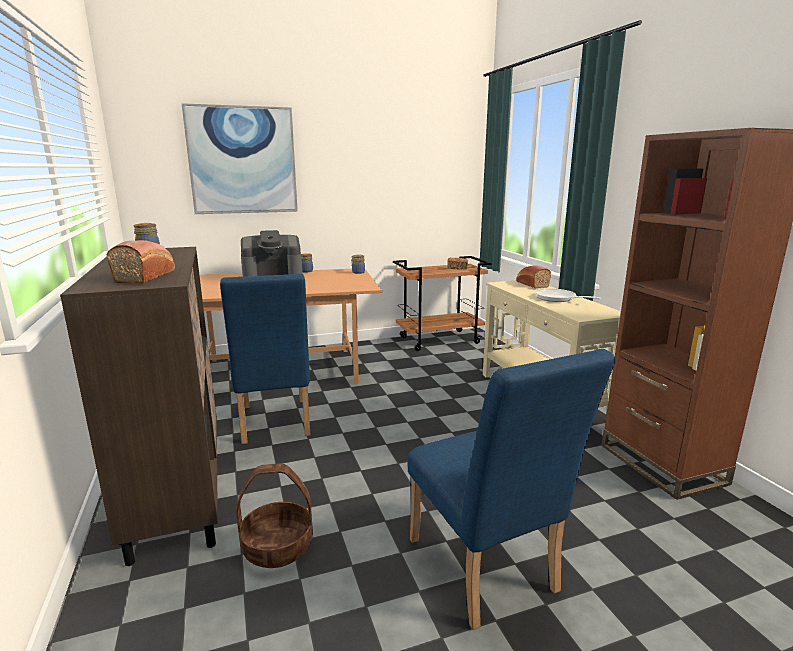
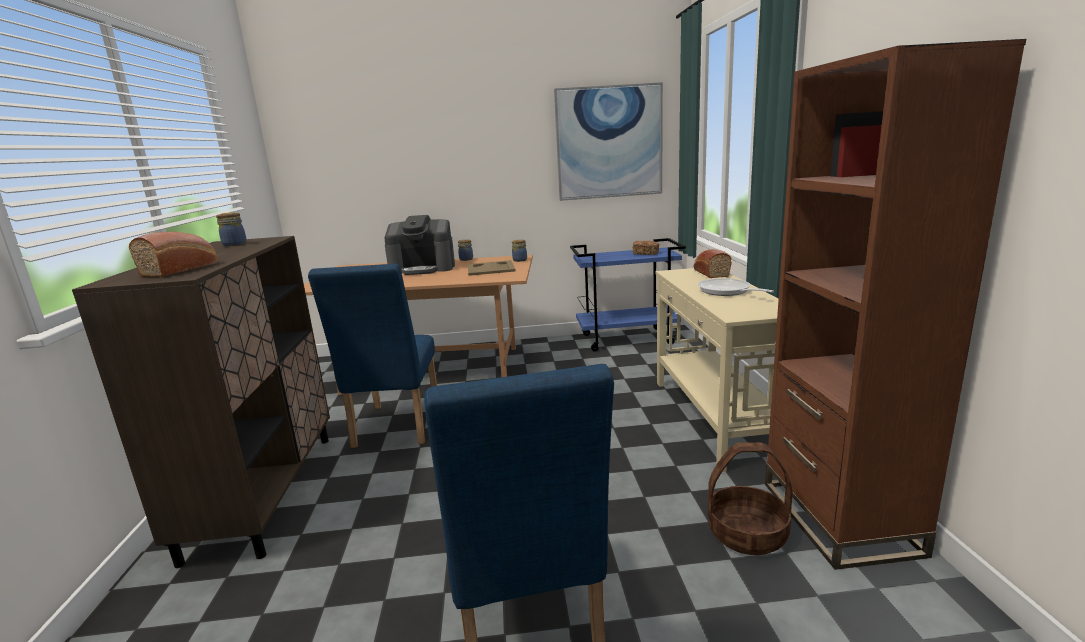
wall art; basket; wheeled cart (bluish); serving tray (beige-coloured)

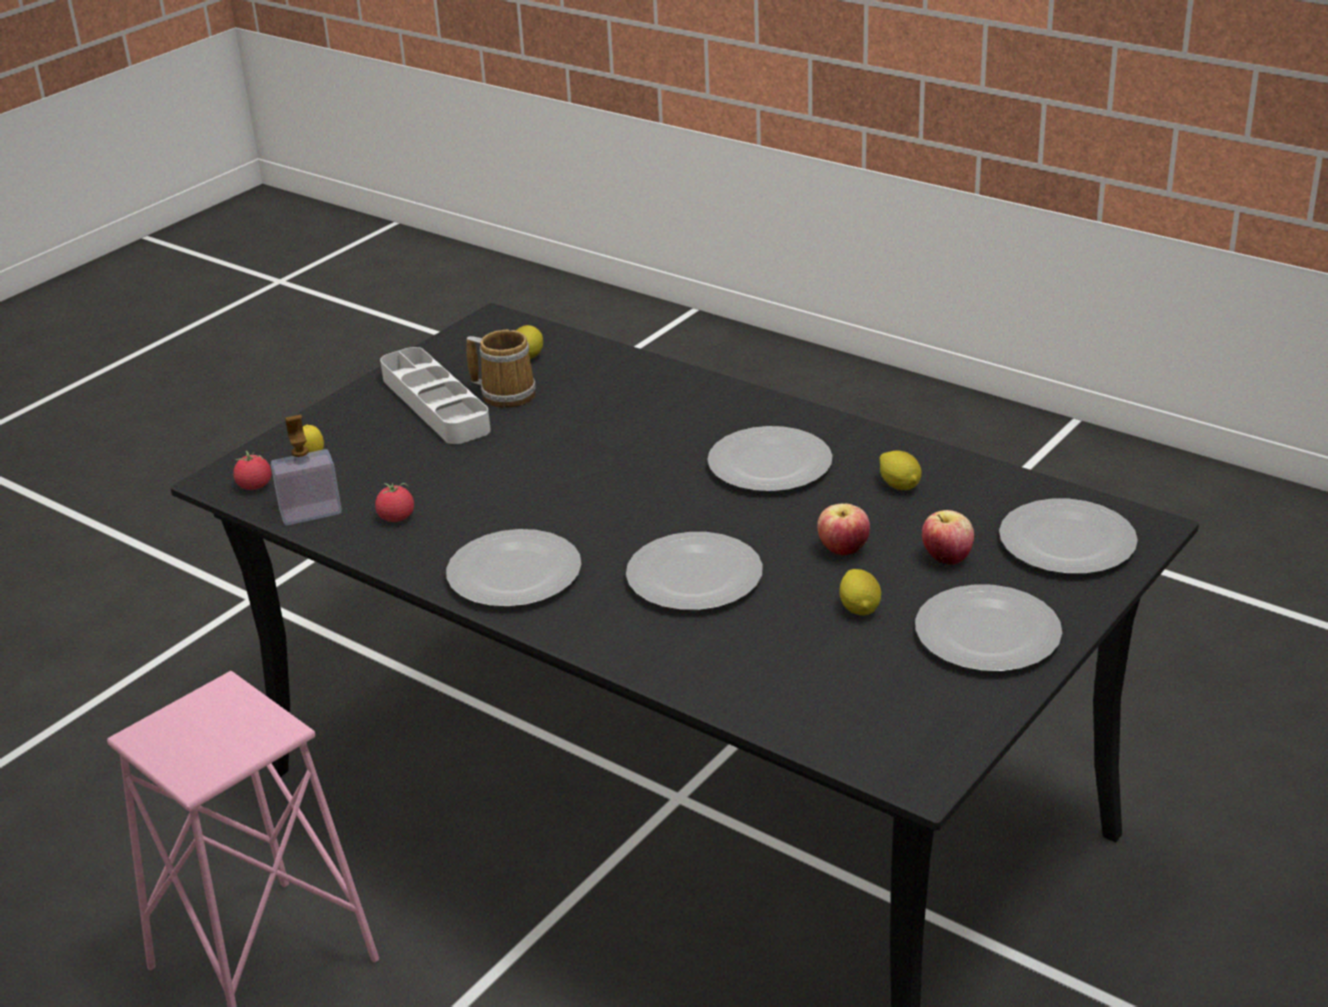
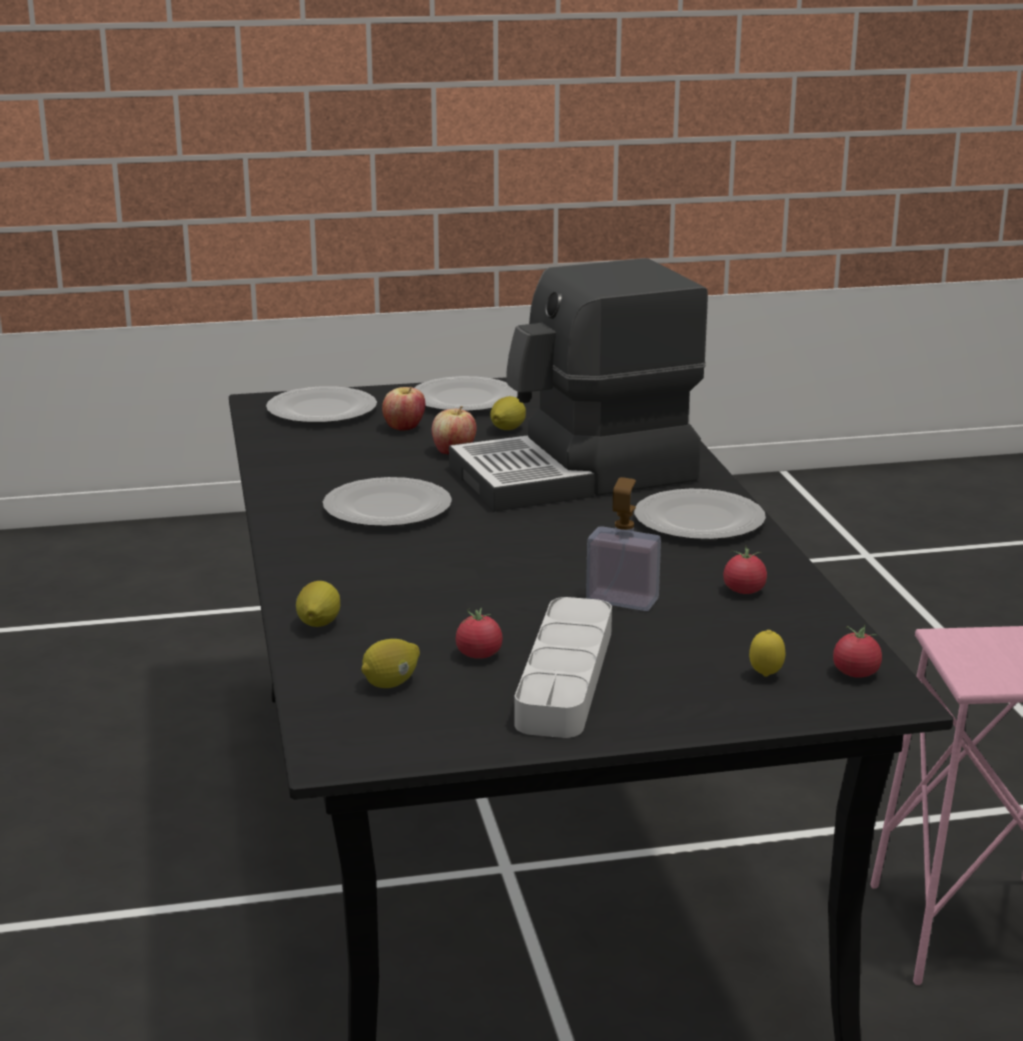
soap dispenser; tomato (1st from left); coffee maker; citrus fruit (1st from left)

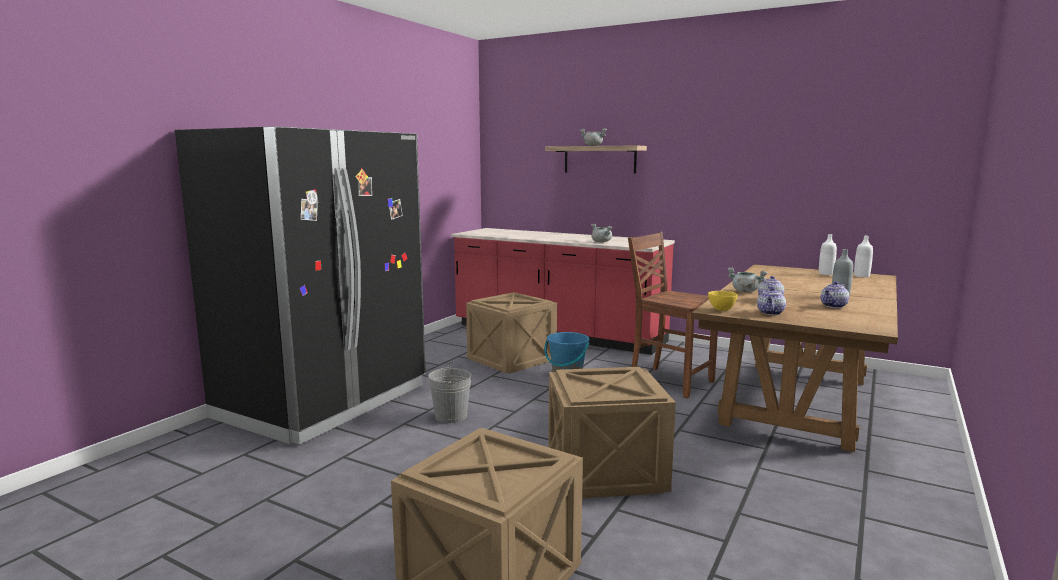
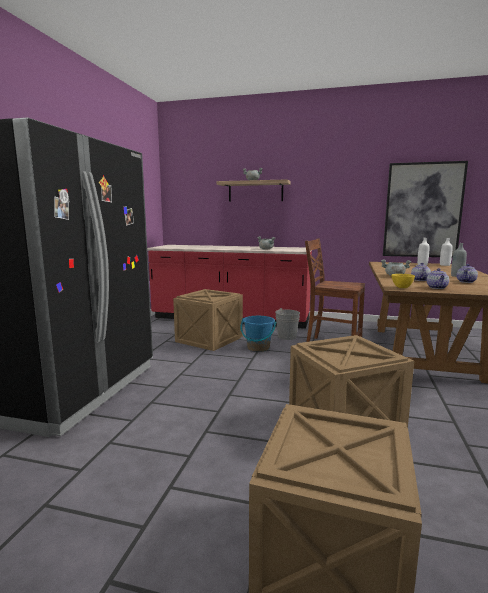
water bucket (grey); wall art

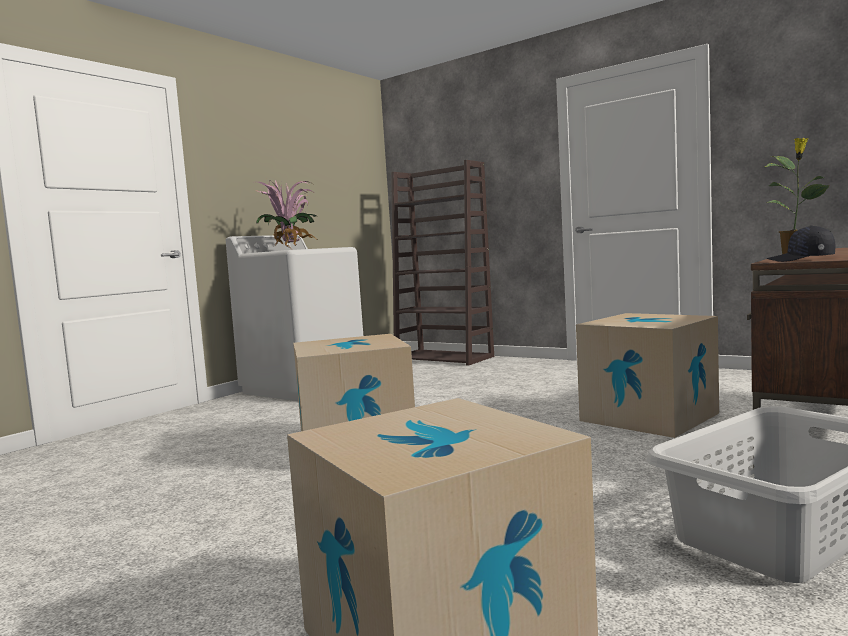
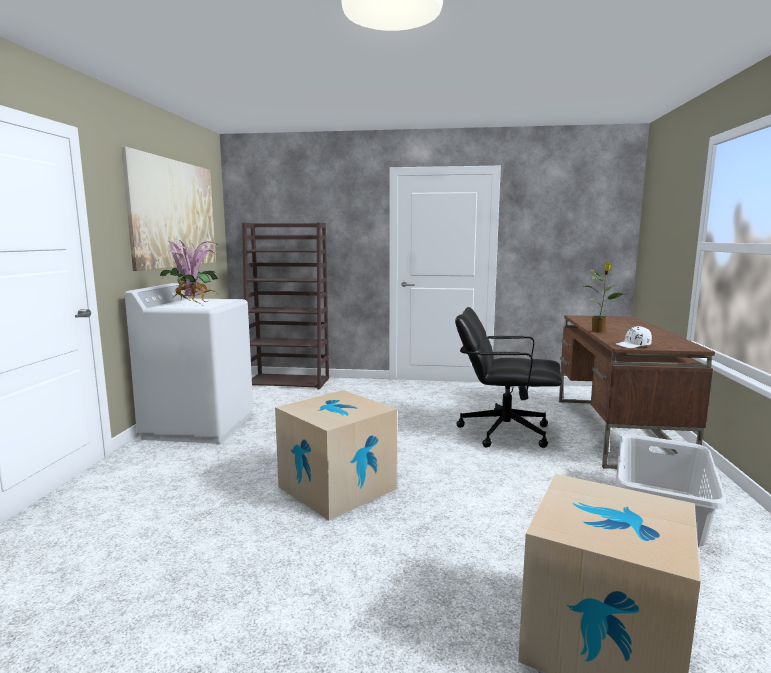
office chair (black); peaked cap (white-coloured); wall art

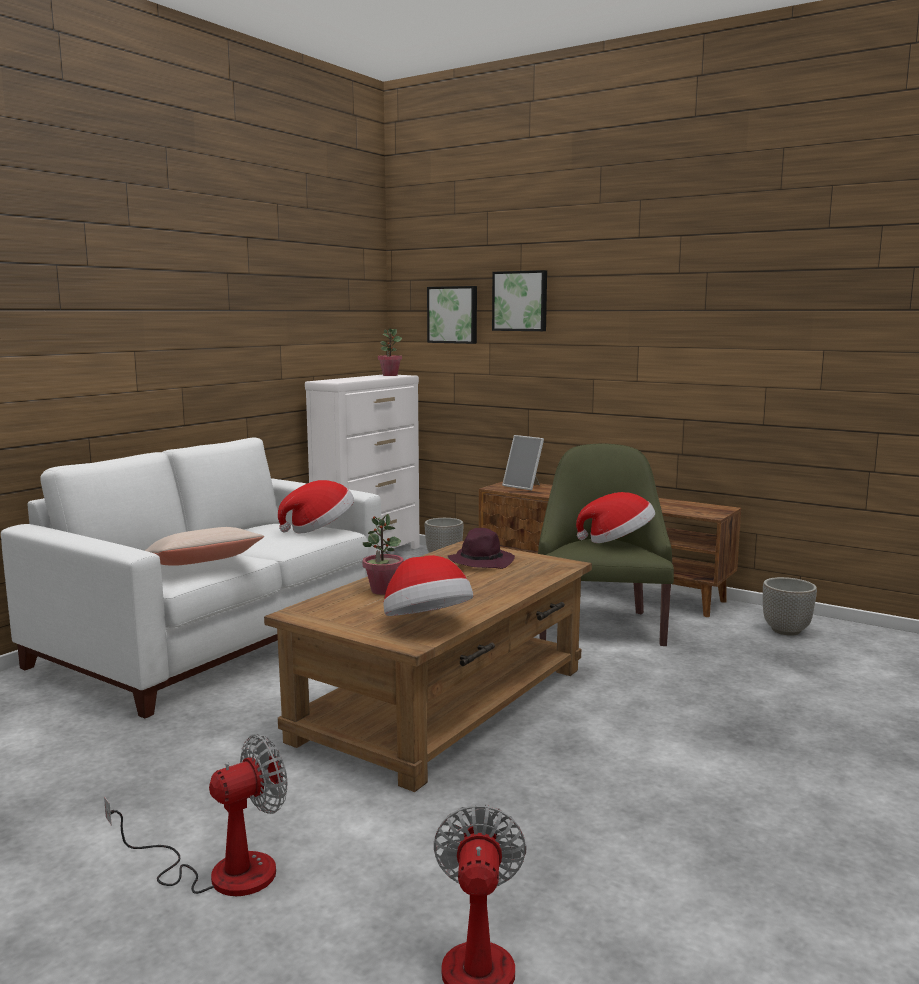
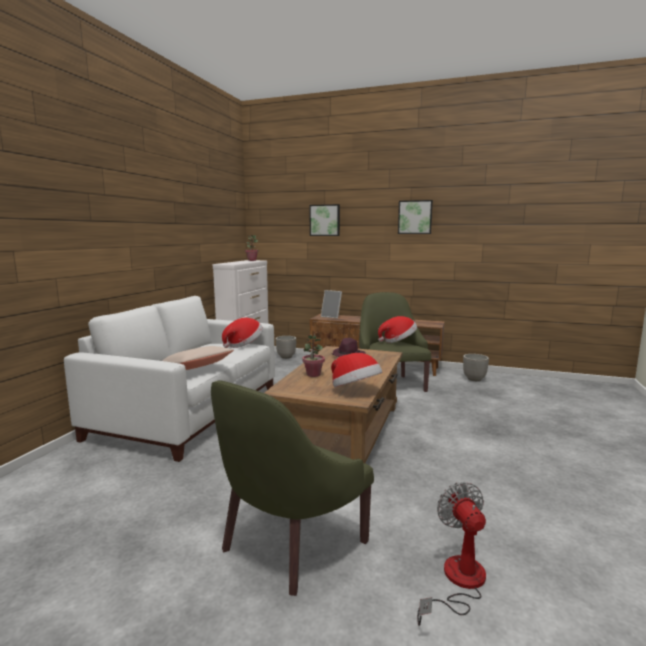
armchair (green) (1st from left); wall art (2nd from left)

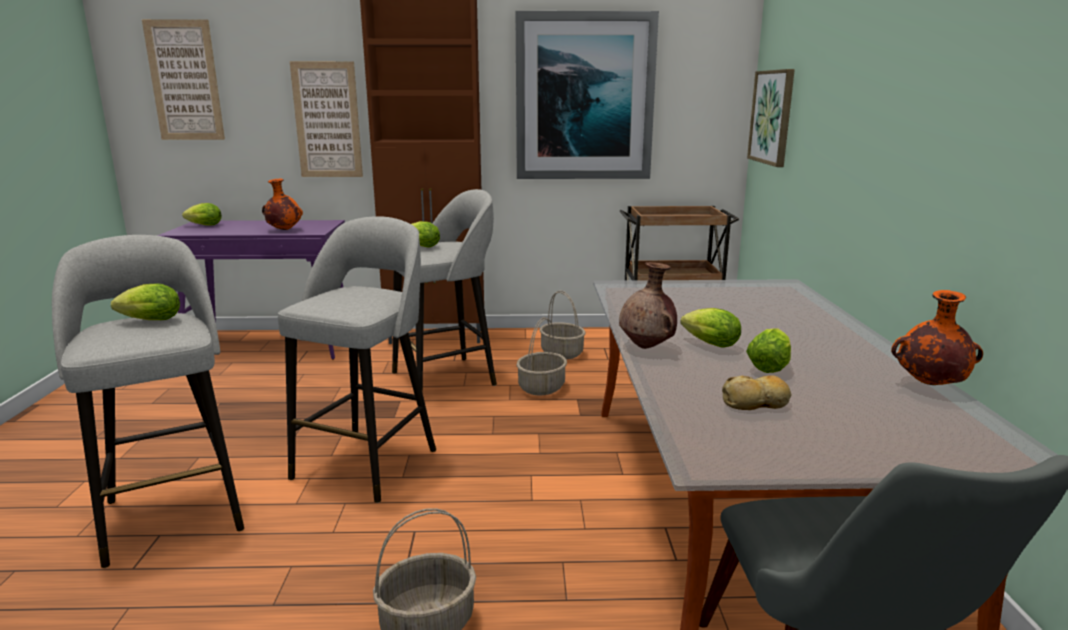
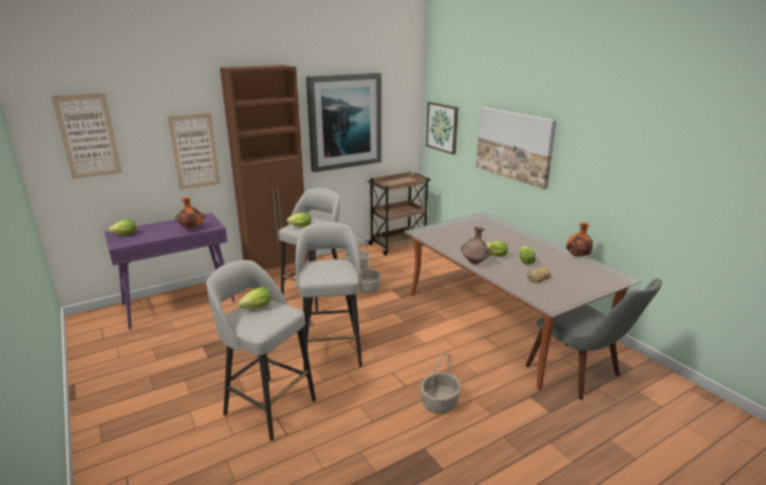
wall art (5th from left)

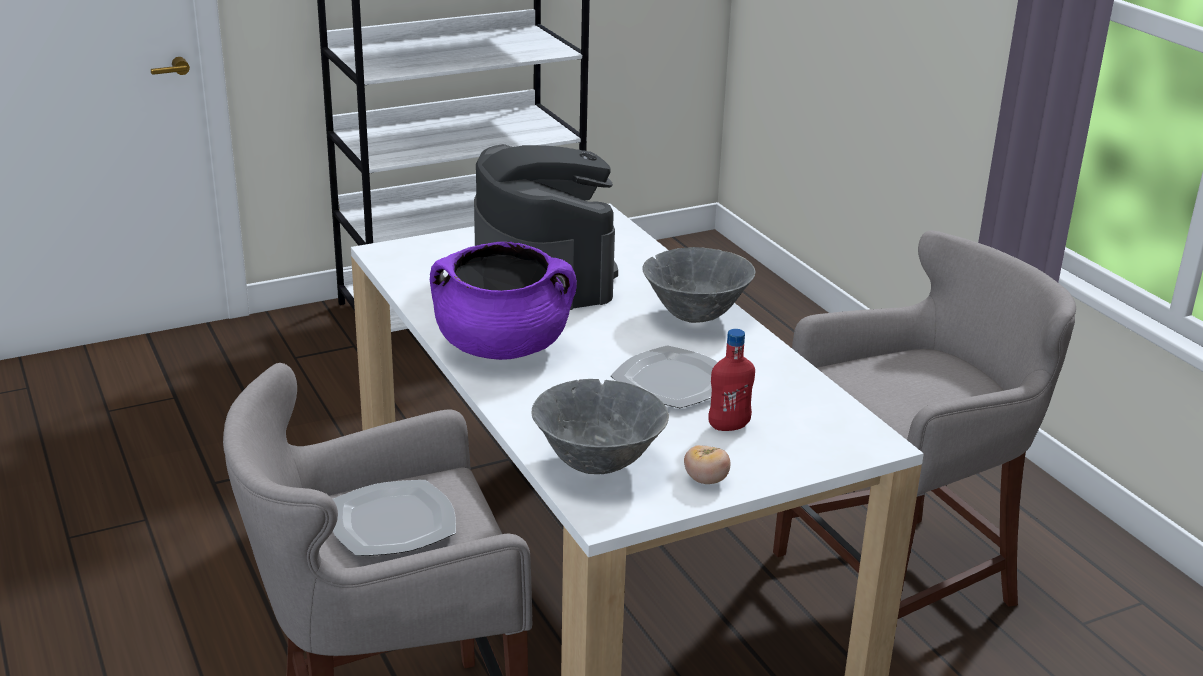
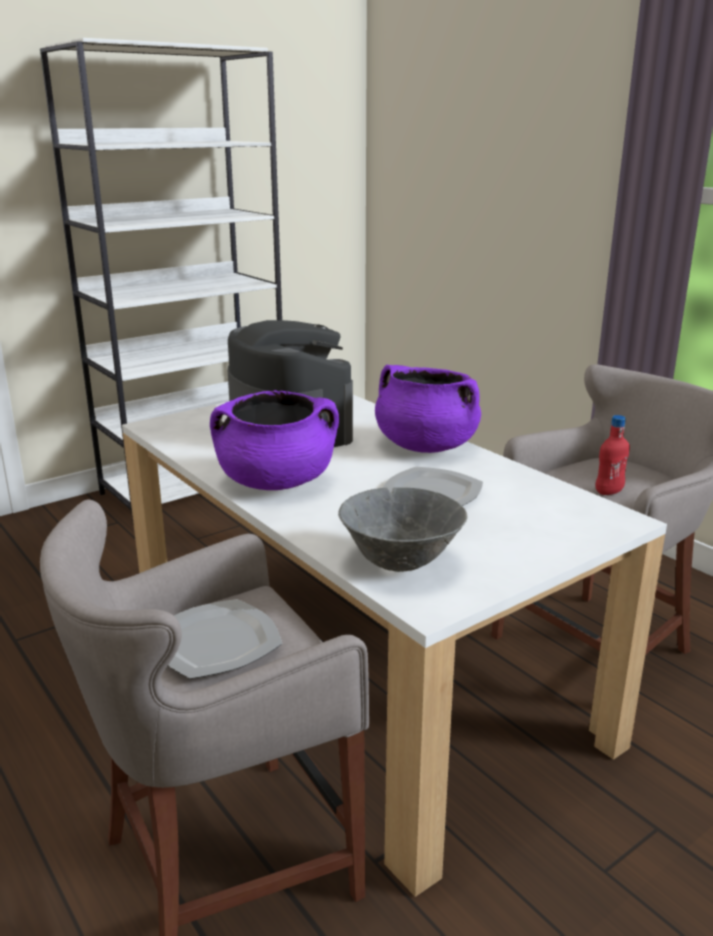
cooking pot (purplish) (2nd from left); tomato; drink bottle (red)

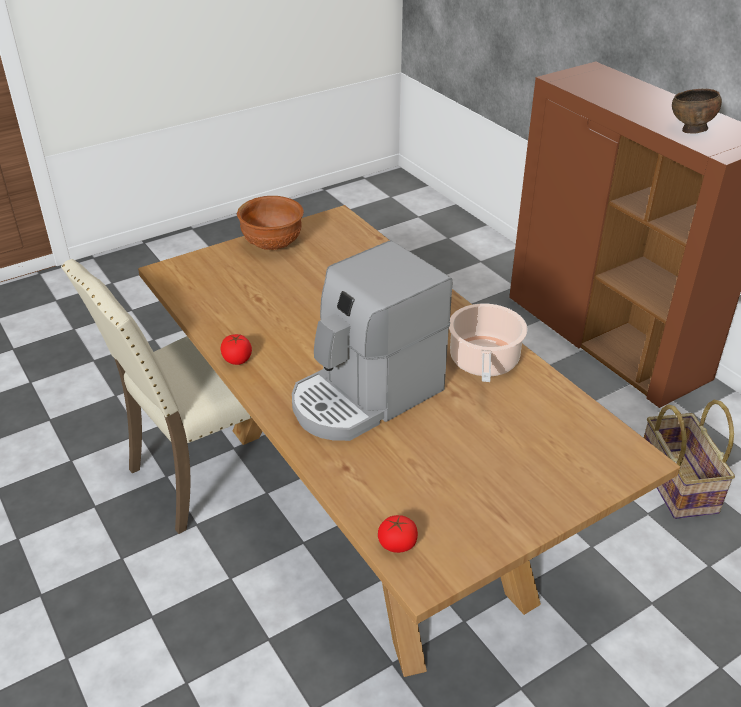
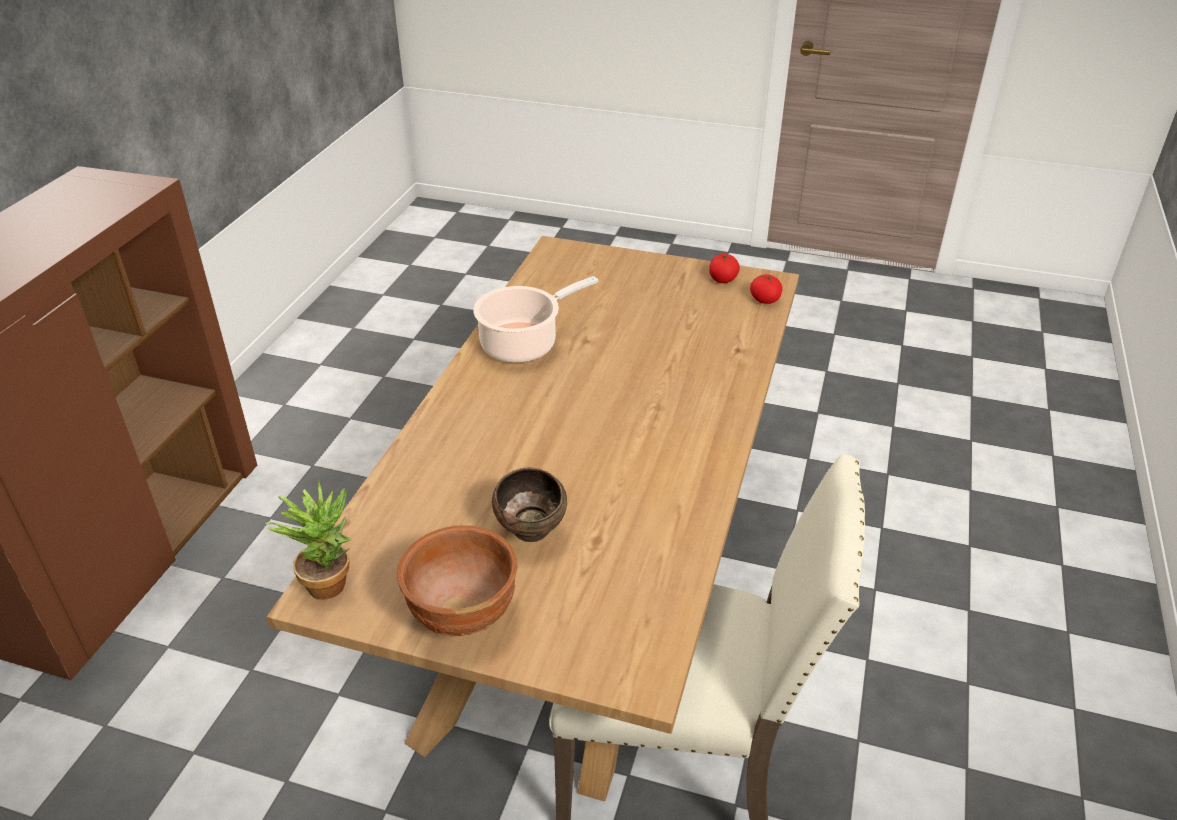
tomato (1st from left); coffee maker; basket; bowl (brown) (2nd from left); potted plant

